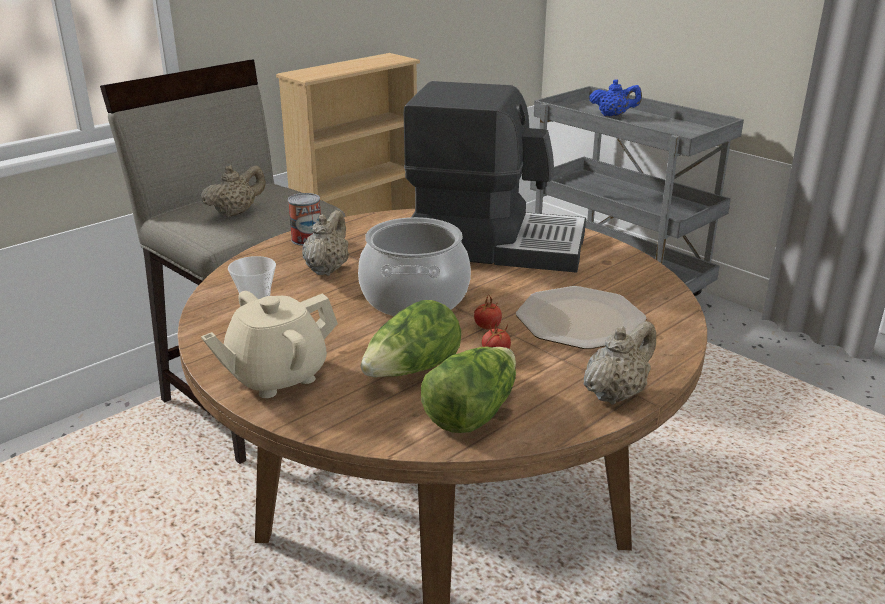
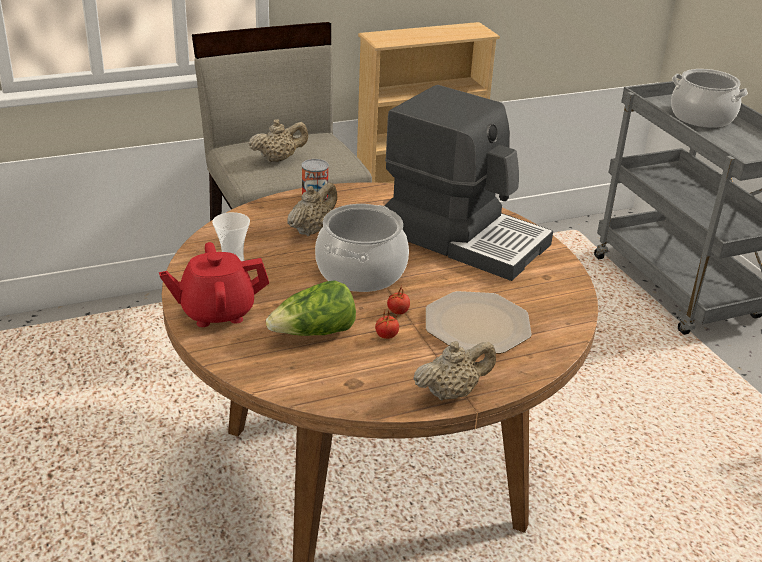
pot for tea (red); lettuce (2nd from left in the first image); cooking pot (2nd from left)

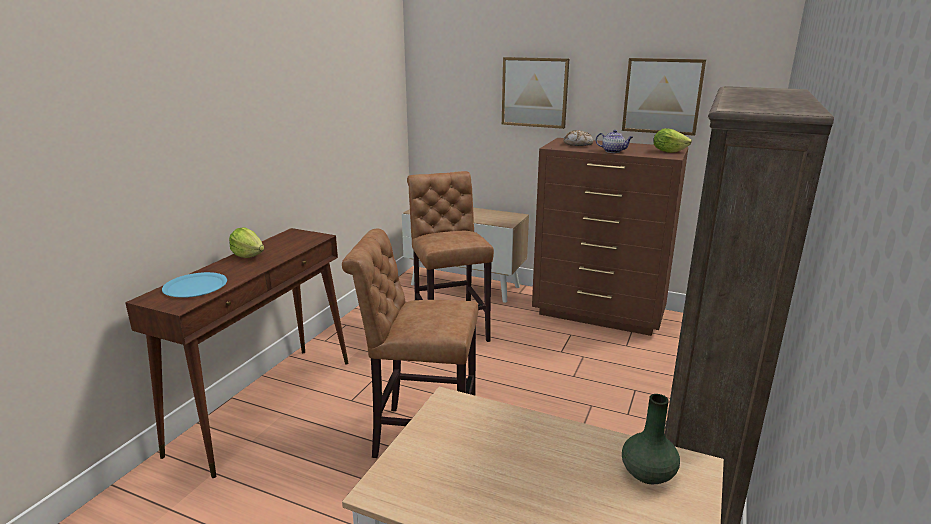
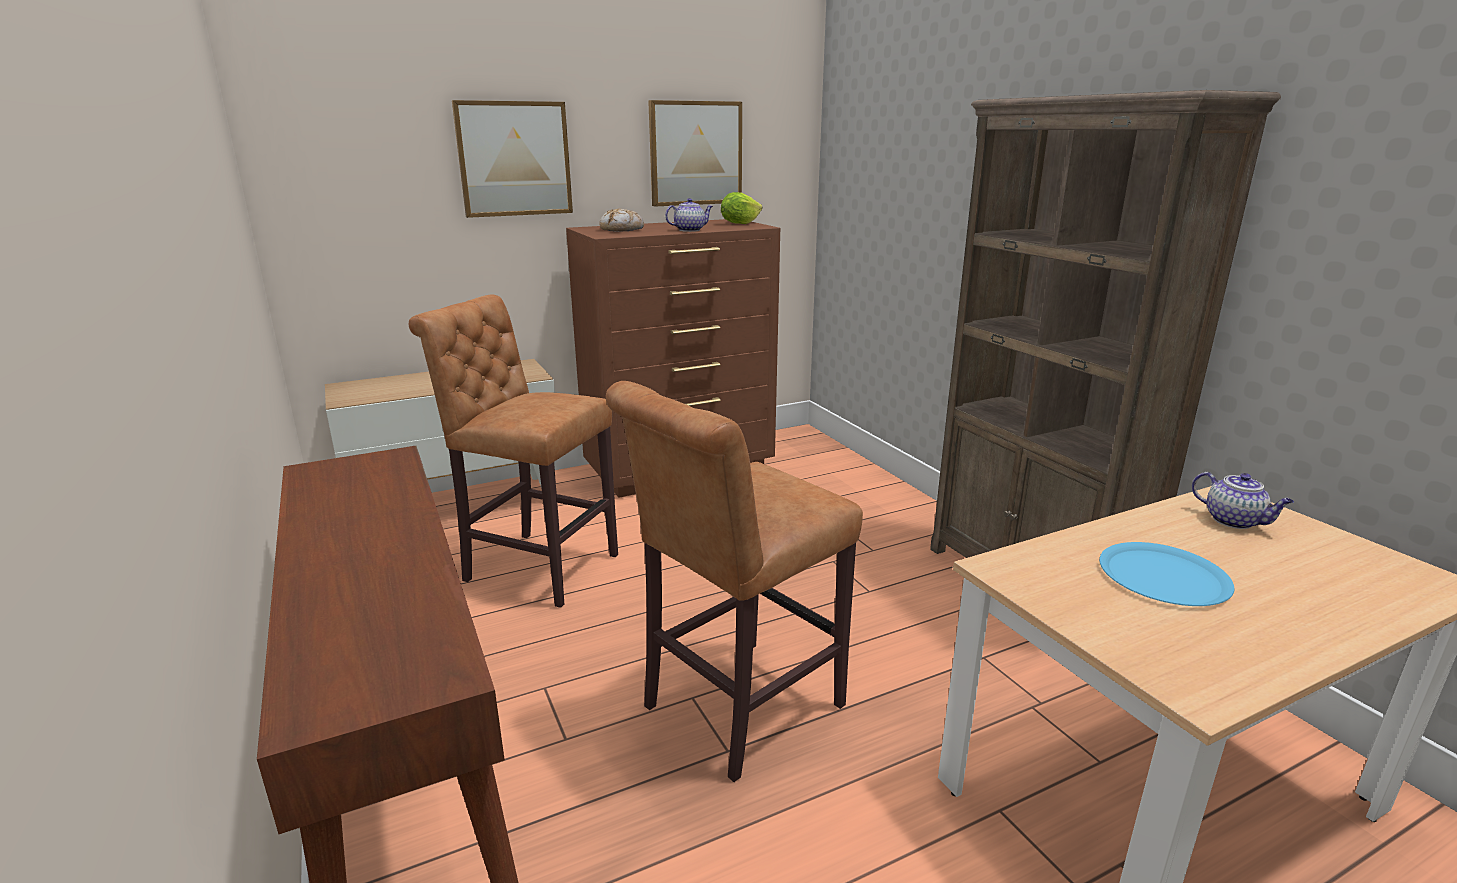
plate (bluish); lettuce (1st from left in the first image); pot for tea (2nd from left)

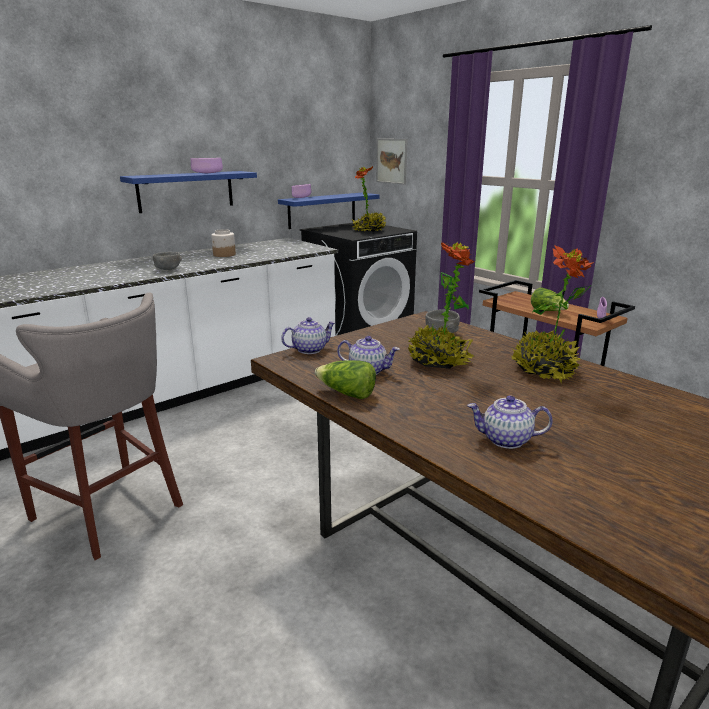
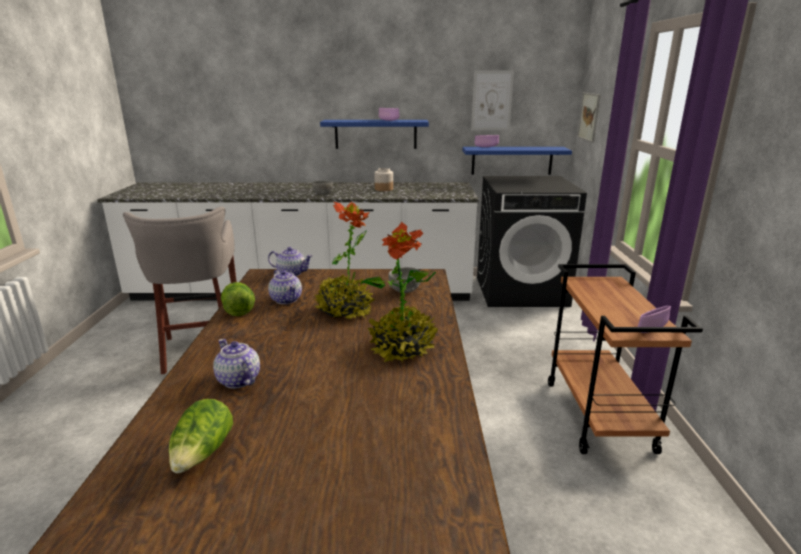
potted plant (1st from left in the first image); lettuce (1st from left); wall art (1st from left)

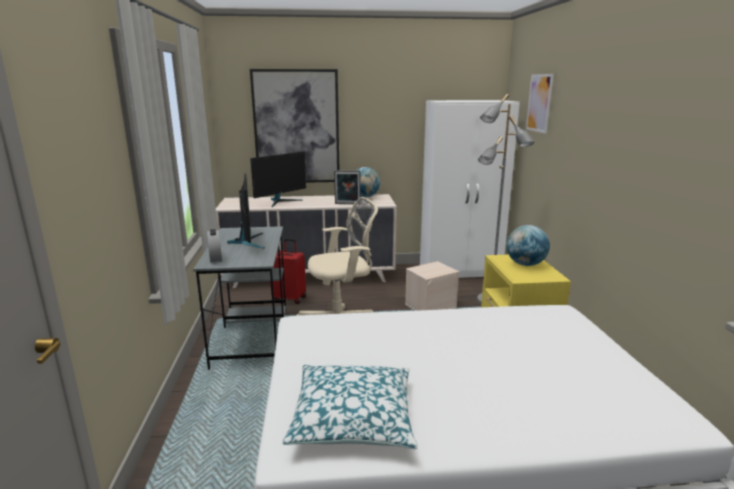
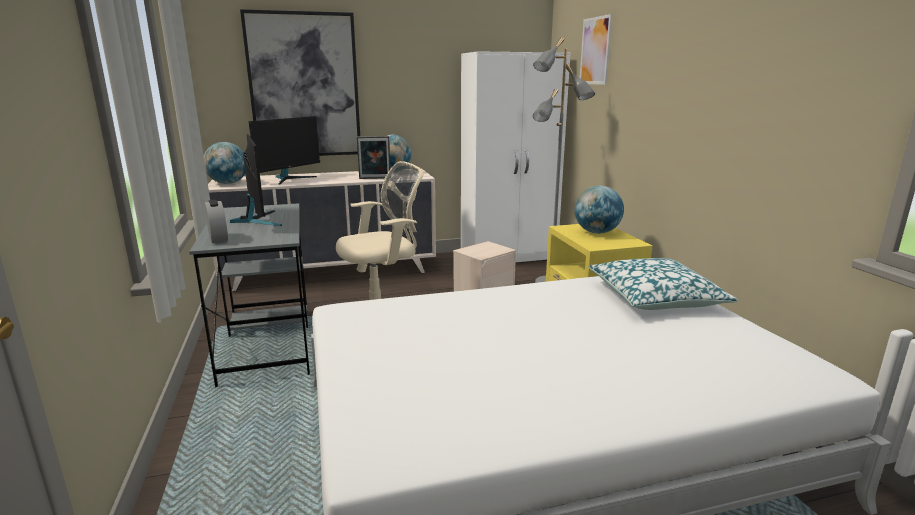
piece of luggage (red); pillow; globe (1st from left)

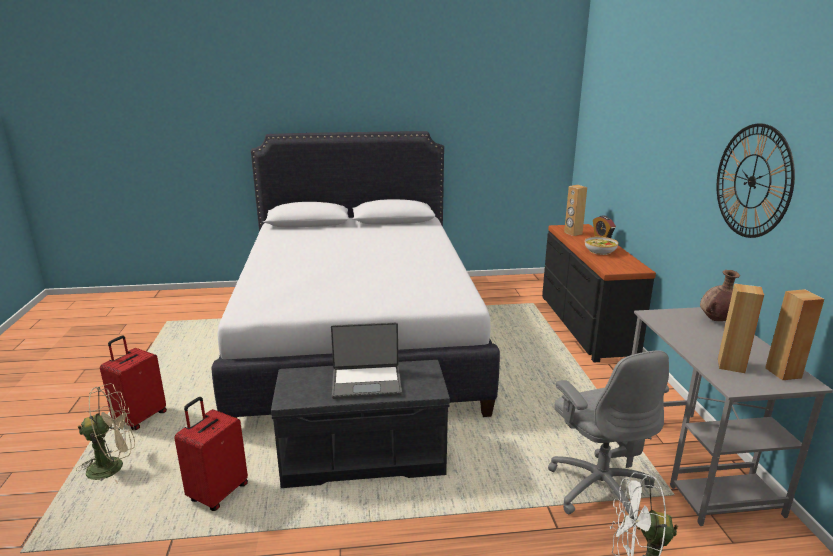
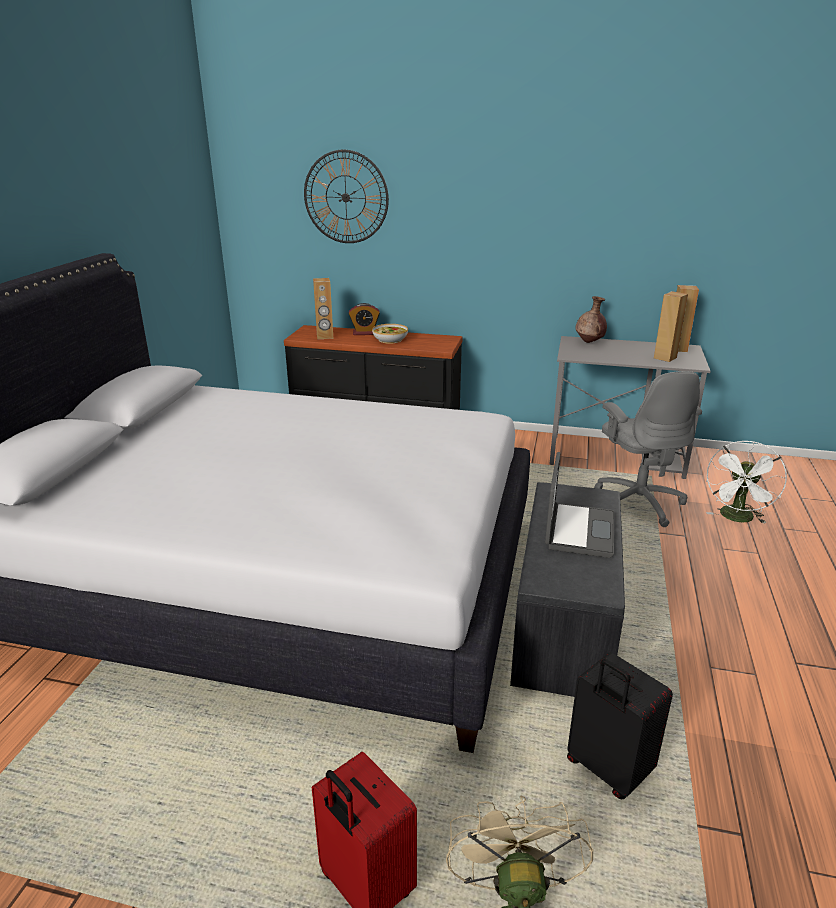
piece of luggage (black); office chair (grey); hanging clock

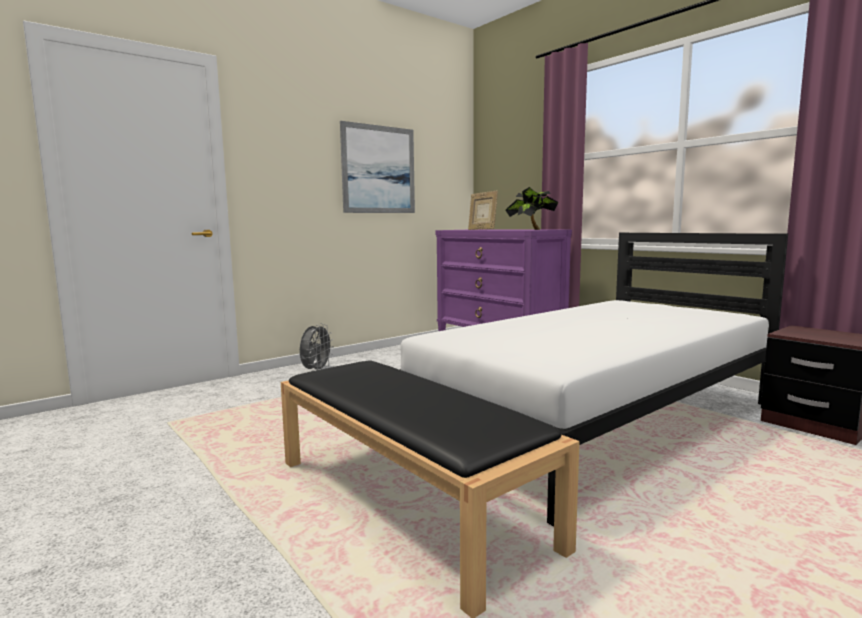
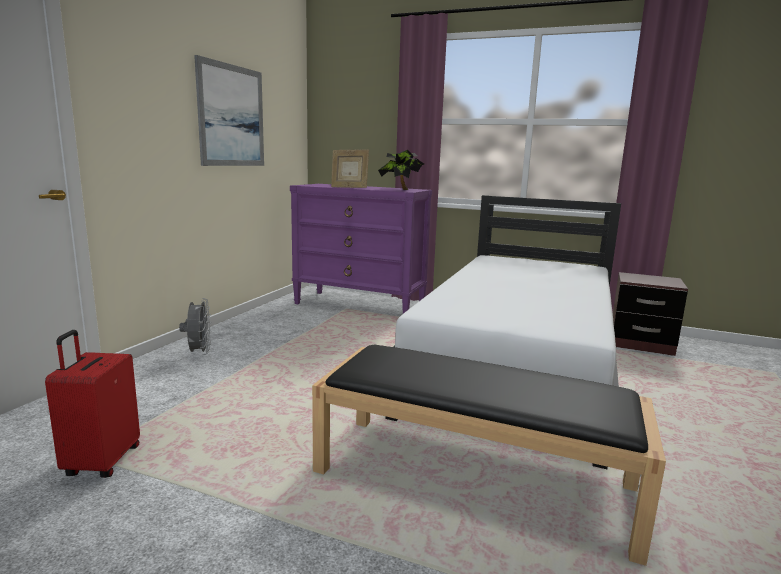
piece of luggage (red)

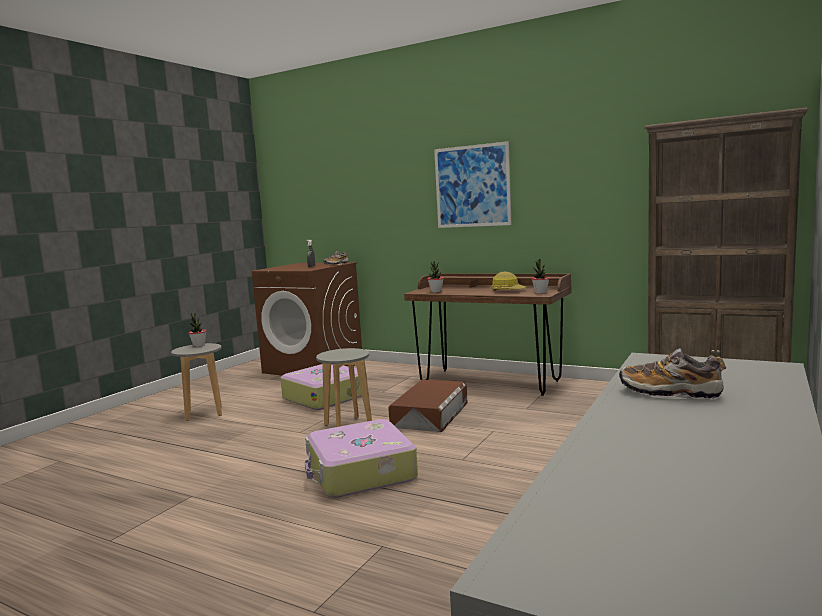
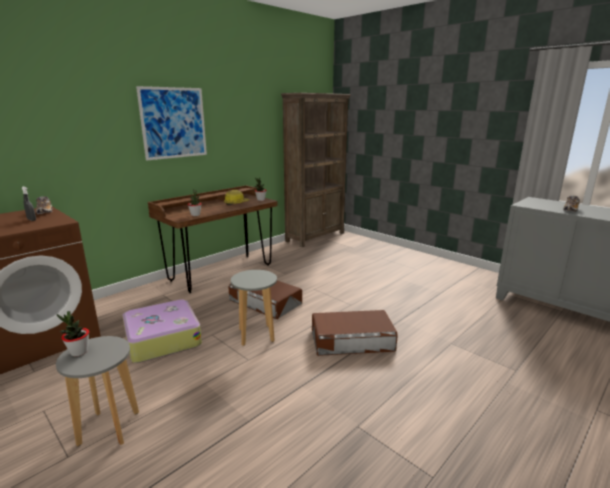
storage container (brown) (2nd from left)

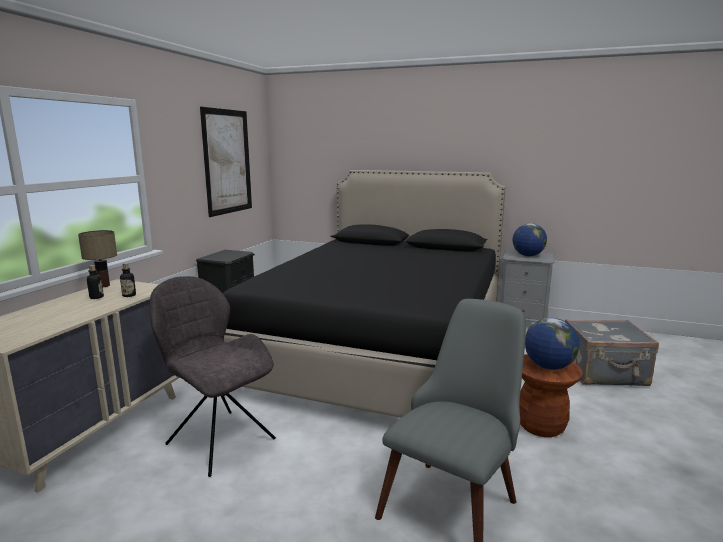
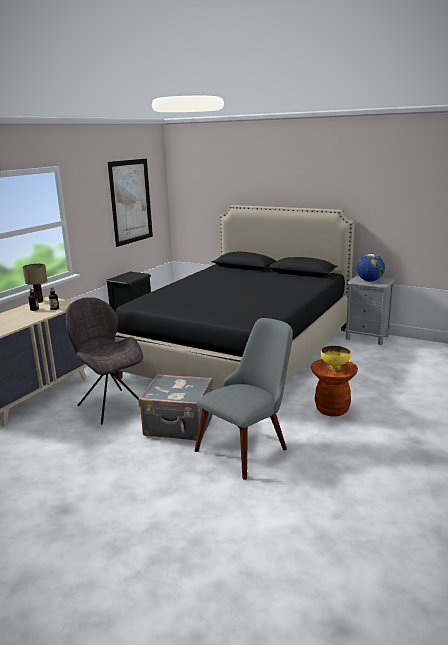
bowl (yellow-coloured); piece of luggage (grey)

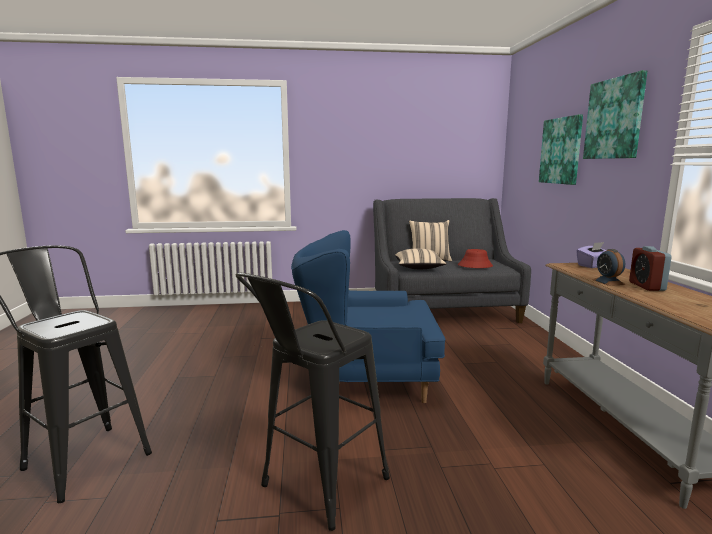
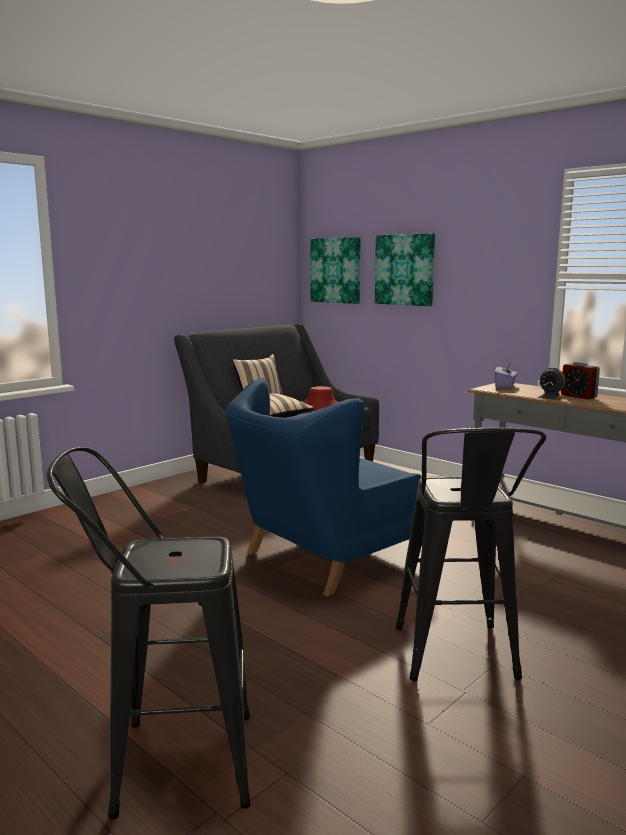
wall art (1st from left)

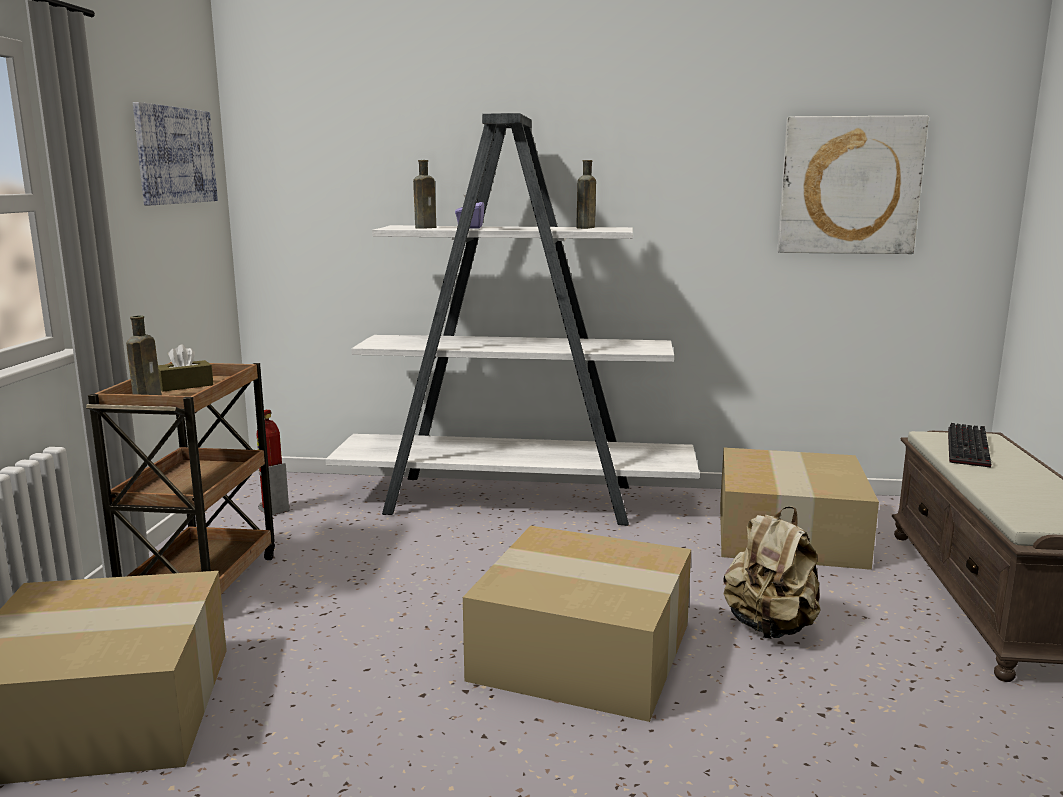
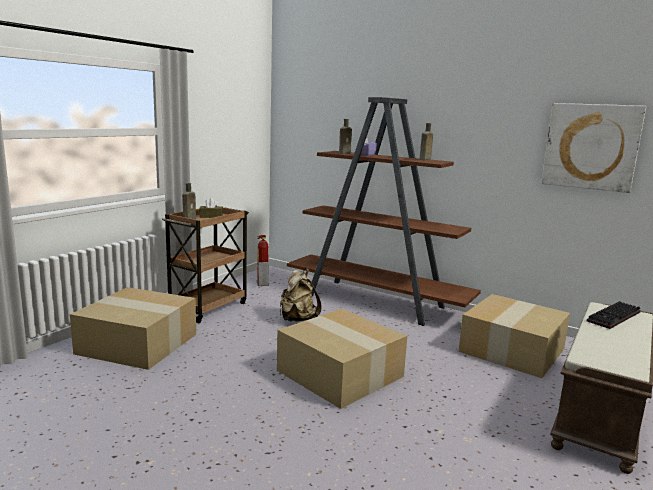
wall art (1st from left in the first image); shelving unit (brown); rucksack (beige-coloured)

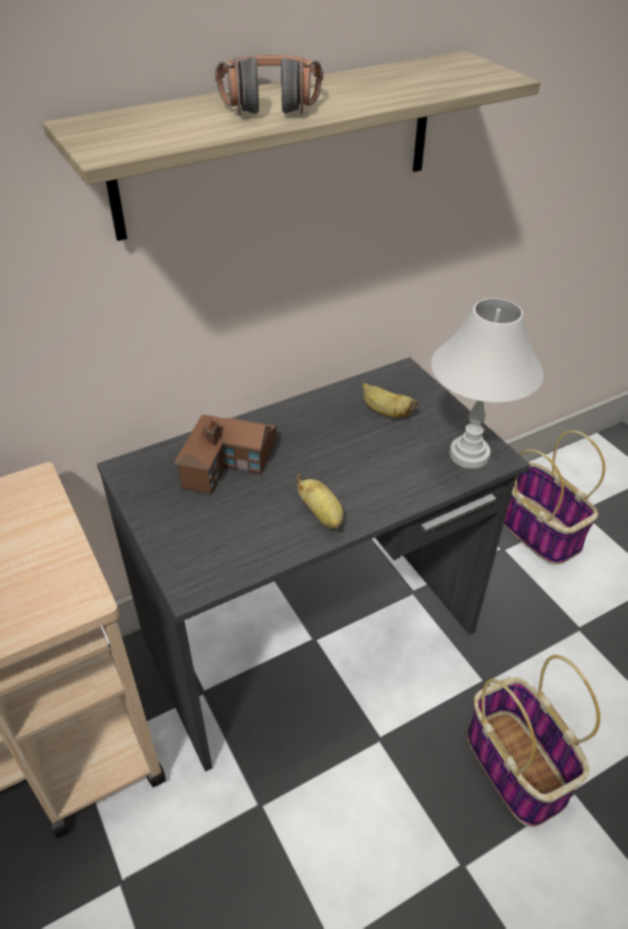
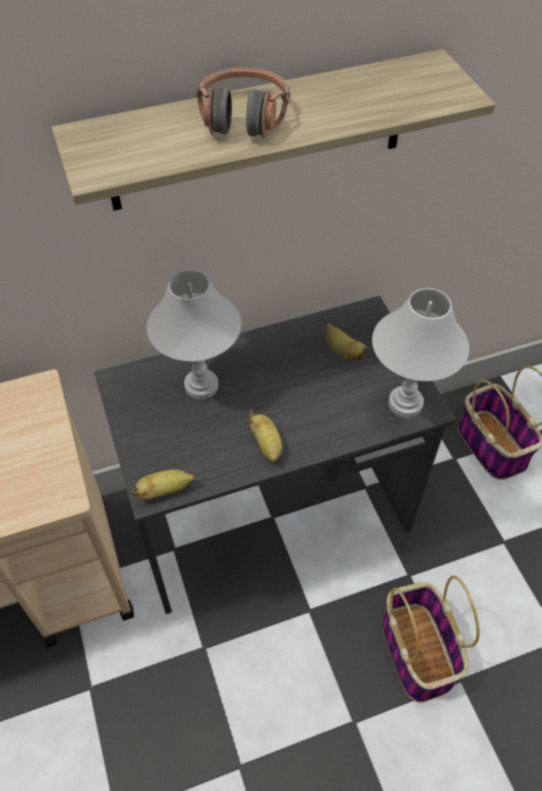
tabletop lamp (white-coloured) (1st from left); whole banana (1st from left)

